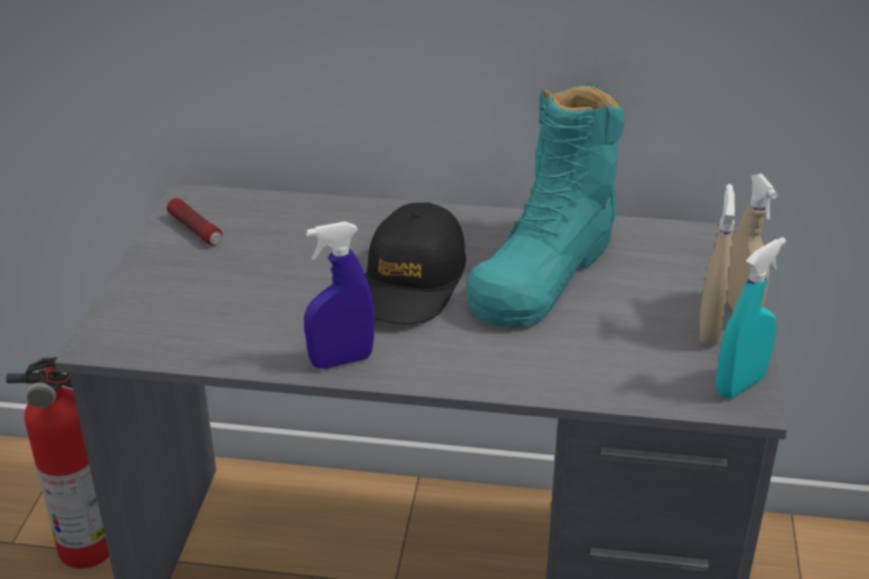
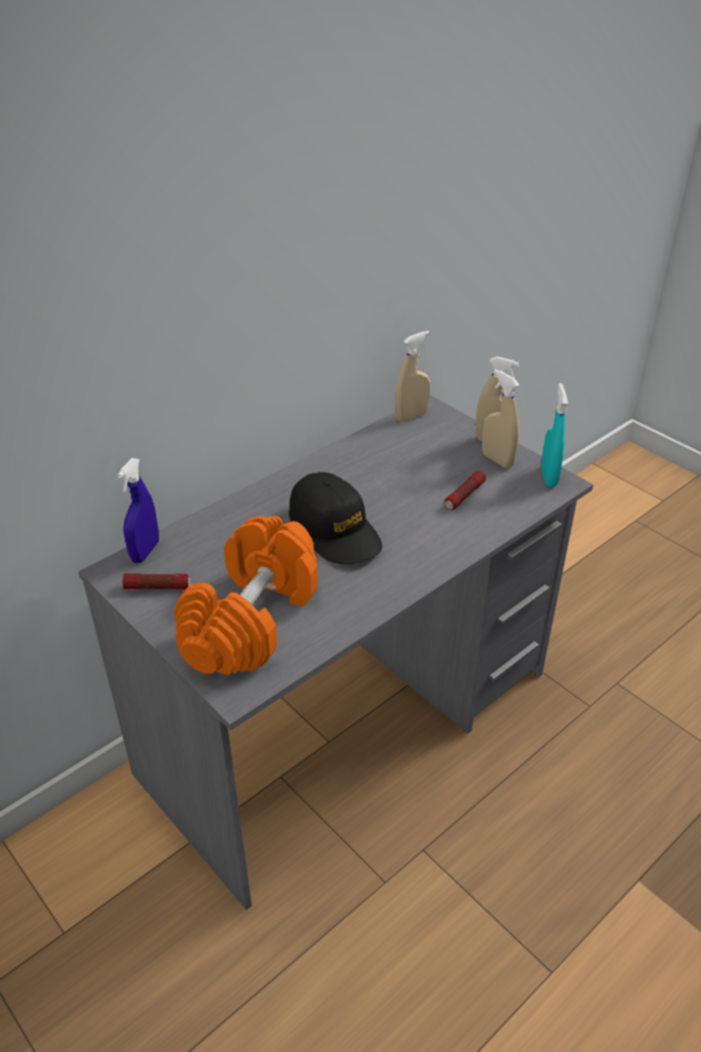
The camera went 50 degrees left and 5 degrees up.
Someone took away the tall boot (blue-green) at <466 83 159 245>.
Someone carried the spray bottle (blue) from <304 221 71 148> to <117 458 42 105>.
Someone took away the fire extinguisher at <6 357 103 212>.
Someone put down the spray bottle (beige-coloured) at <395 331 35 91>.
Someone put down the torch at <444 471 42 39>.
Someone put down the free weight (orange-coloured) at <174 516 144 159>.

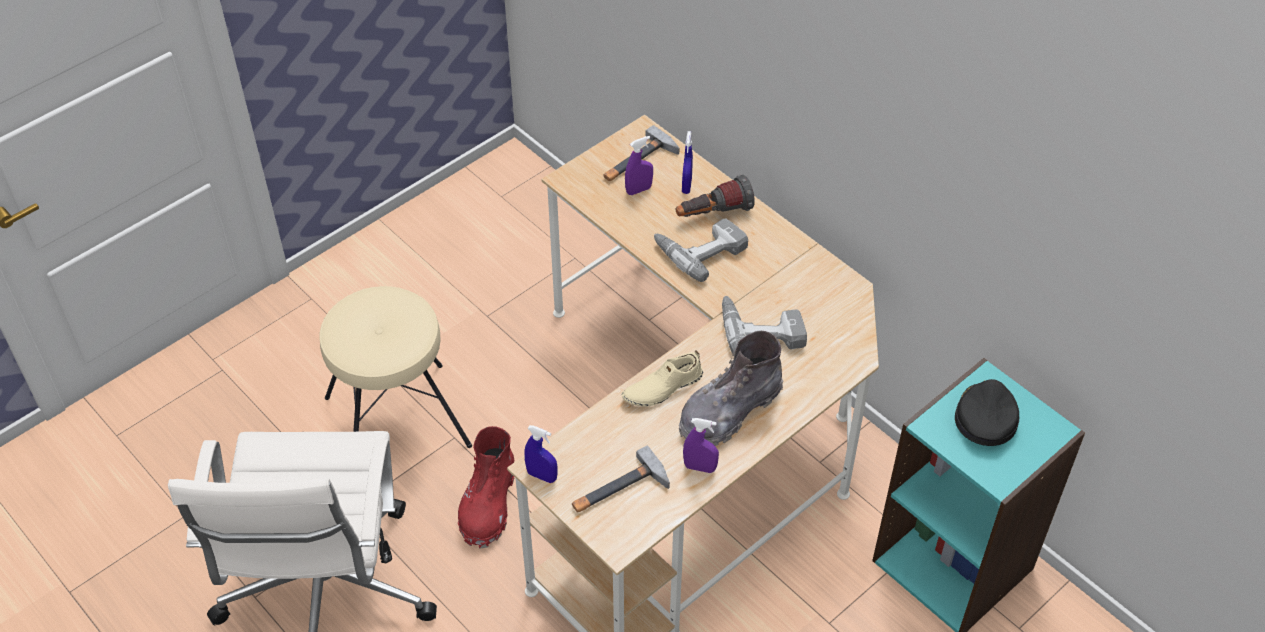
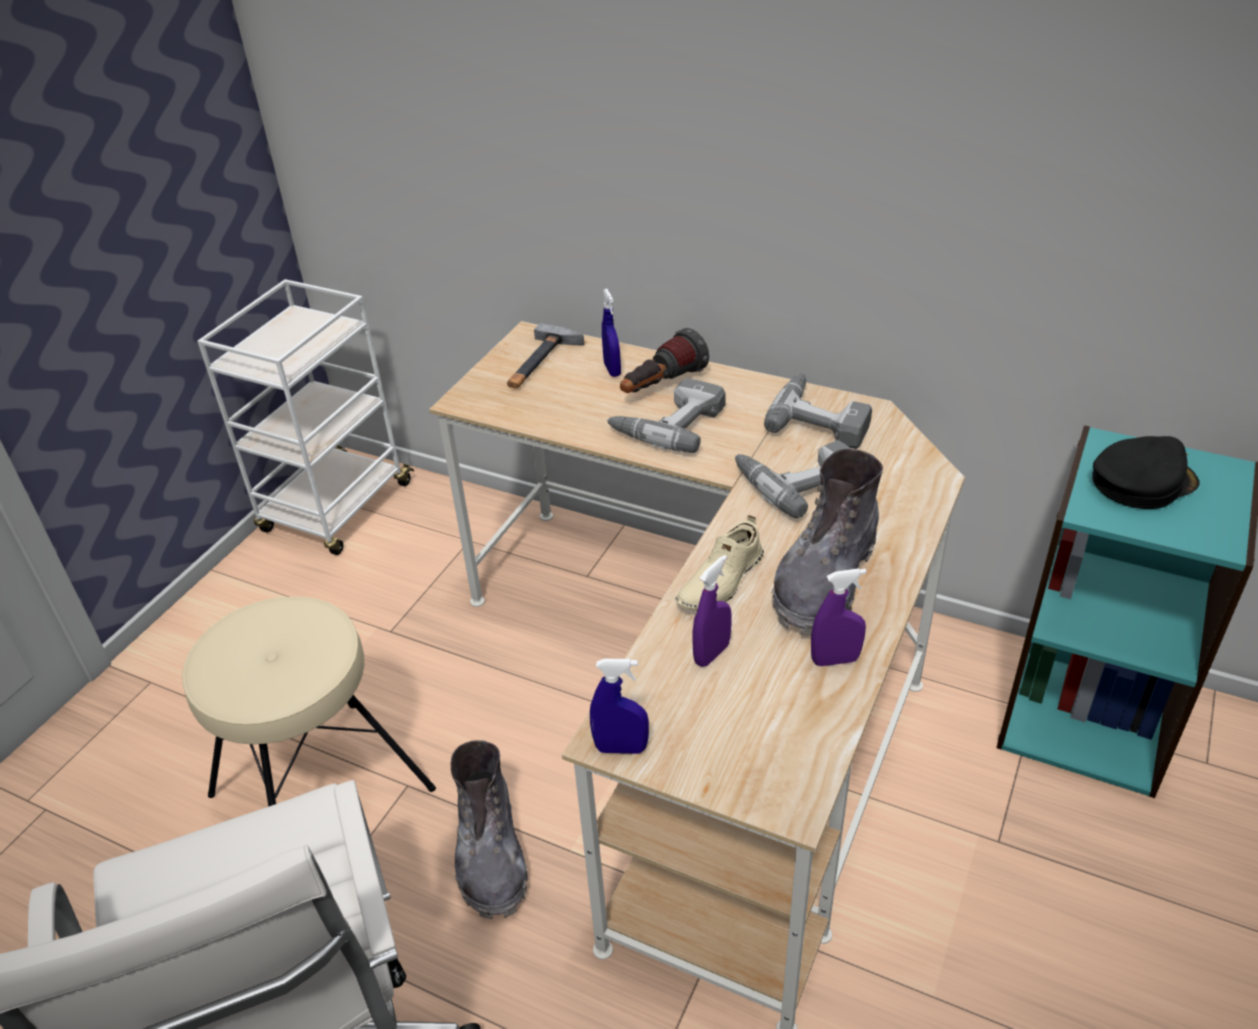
The camera went 20 degrees left and 10 degrees down.
Someone carried the spray bottle (purple) from <625 136 28 59> to <692 555 40 112>.
Someone rotated the cap (black-coloured) at <955 379 64 67> by 75 degrees clockwise.
Someone repainted the tall boot (red-coloured) at <458 426 56 123>, which became the tall boot (greyish) at <451 740 77 179>.
Someone took away the hand hammer at <572 445 98 68>.
Someone put down the cart (whitish) at <197 279 217 276>.
Someone put down the power drill at <764 373 108 76>.

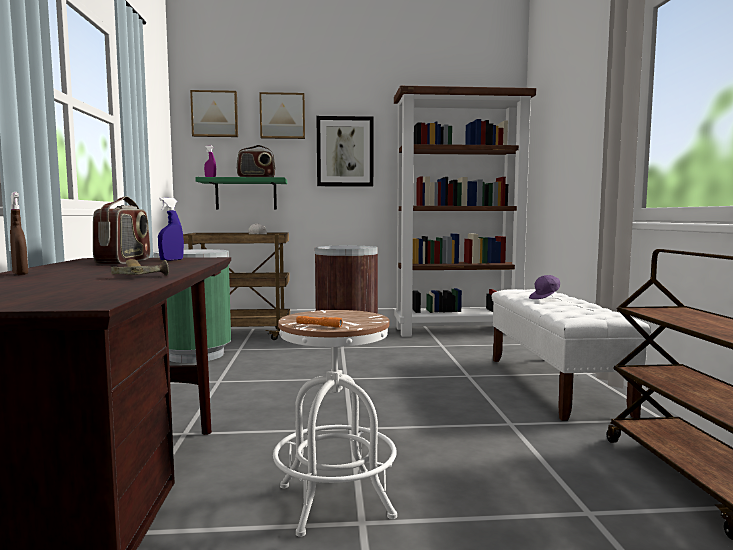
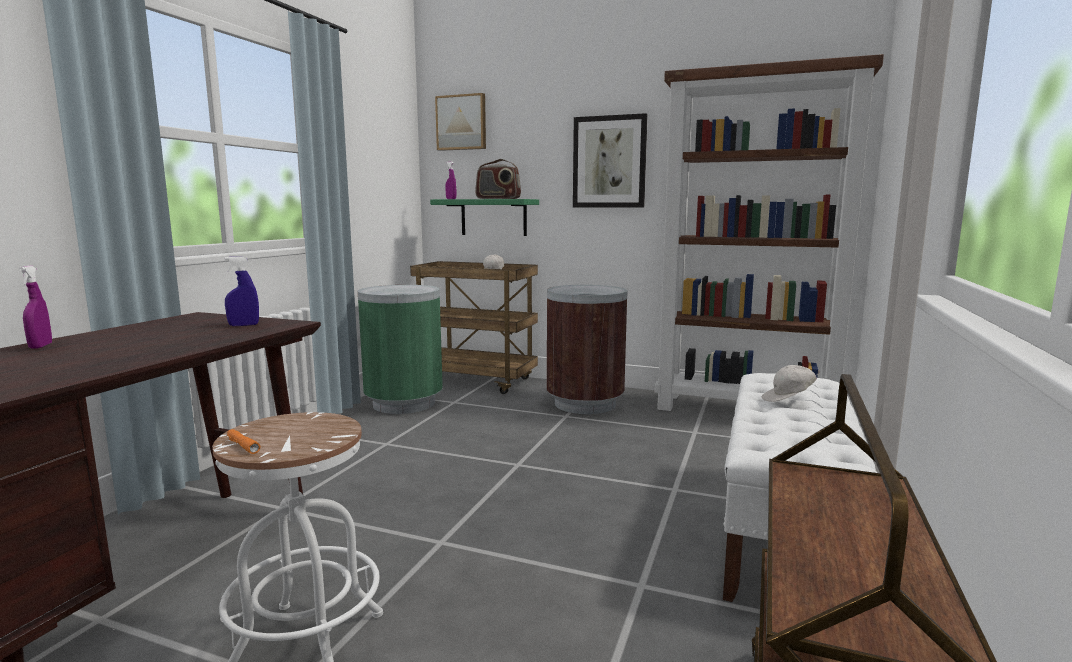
The camera went 25 degrees right and 5 degrees up.
Someone took away the picture at <259 92 46 47>.
Someone repainted the spray bottle (brown-coloured) at <10 192 18 83>, which became the spray bottle (purple) at <19 266 33 83>.
Someone took away the radio receiver at <93 196 57 68>.
Someone took away the hand hammer at <111 259 58 17>.
Someone repainted the cap (purple) at <529 275 31 24>, which became the cap (whitish) at <762 365 58 37>.

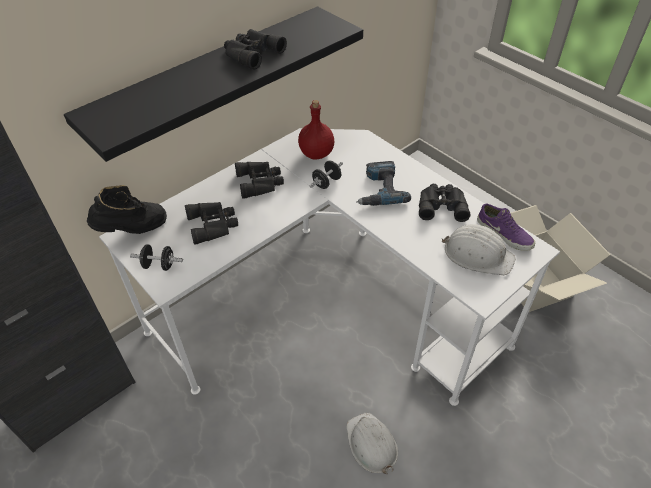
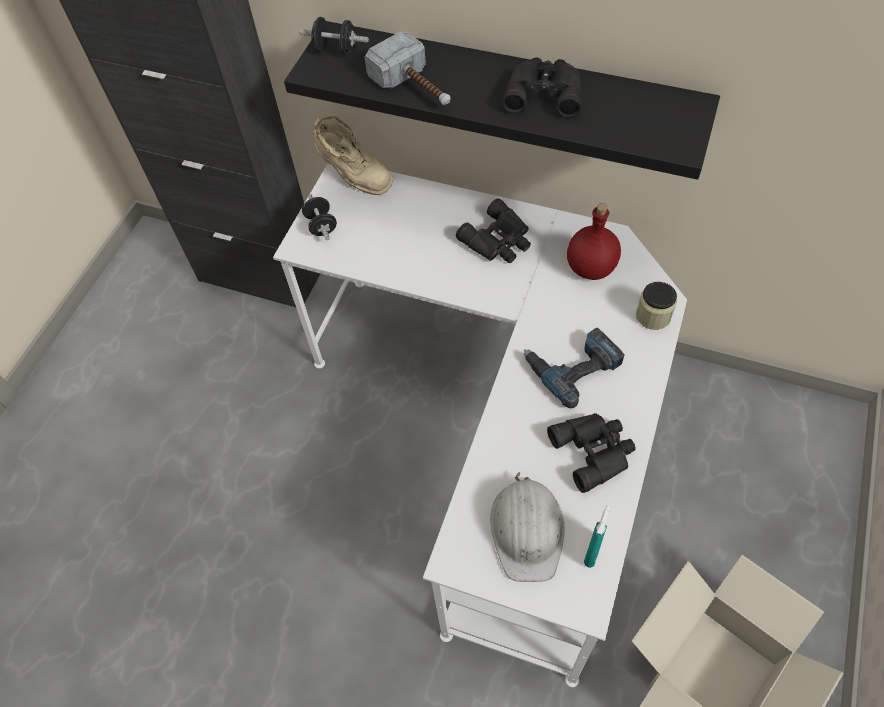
The camera went 65 degrees right and 10 degrees up.
Someone carried the free weight (black-coloured) from <309 161 34 28> to <299 17 70 38>.
Someone repainted the tall boot (black-coloured) at <87 185 80 49>, which became the tall boot (beige-coloured) at <313 116 81 79>.
Someone took away the pair of binoculars (black-coloured) at <185 202 53 43>.
Someone swapped the shoe (purple) at <477 203 58 48> for the spray bottle (blue-green) at <584 505 26 63>.
Someone took away the work helmet (whitish) at <347 412 51 62>.
Someone put down the hand hammer at <365 32 86 73>.
Someone put down the jar at <636 282 41 48>.

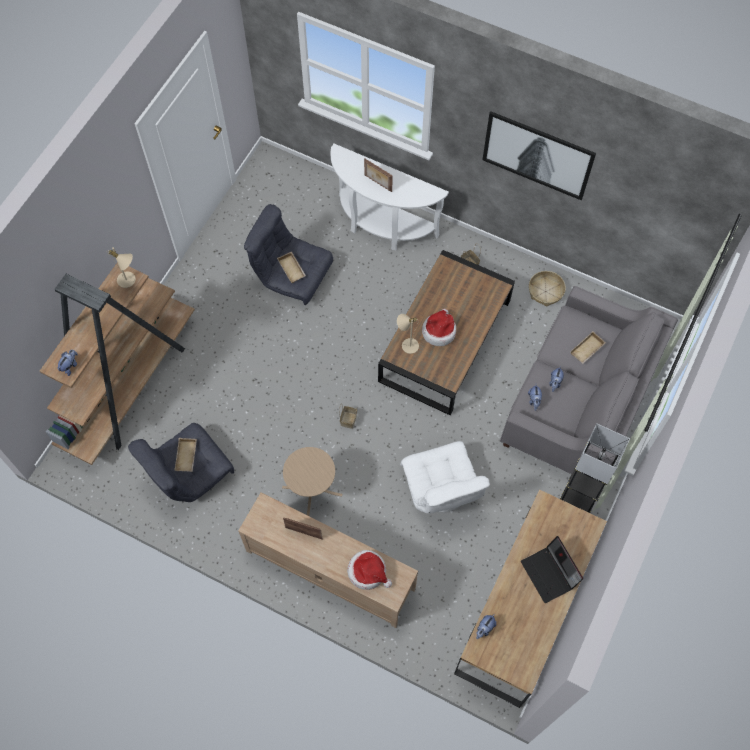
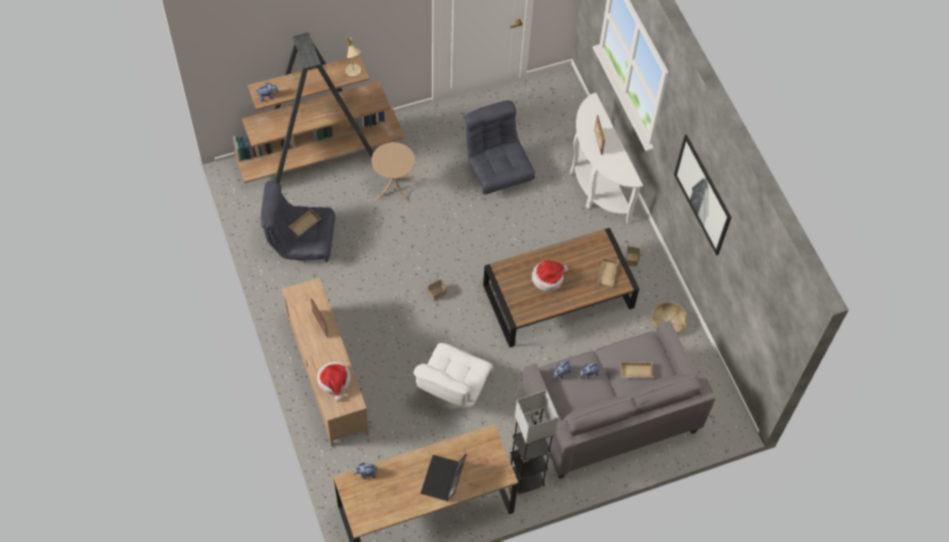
The camera went 40 degrees right and 5 degrees down.
Someone carried the carrying tray (beige-coloured) from <277 251 29 32> to <597 257 22 30>.
Someone took away the lamp for a table (beige-coloured) at <397 314 22 40>.
Someone carried the end table (beige-coloured) from <282 447 60 69> to <371 142 44 64>.

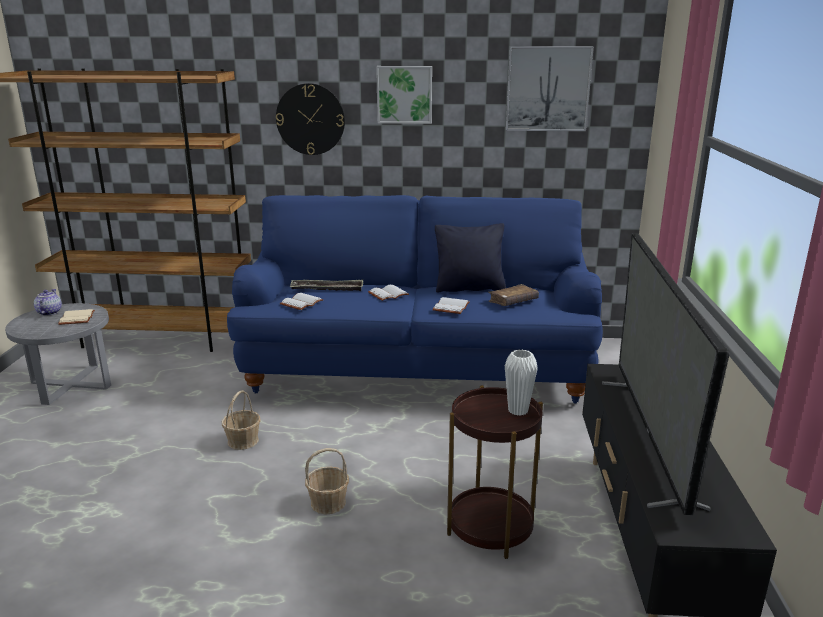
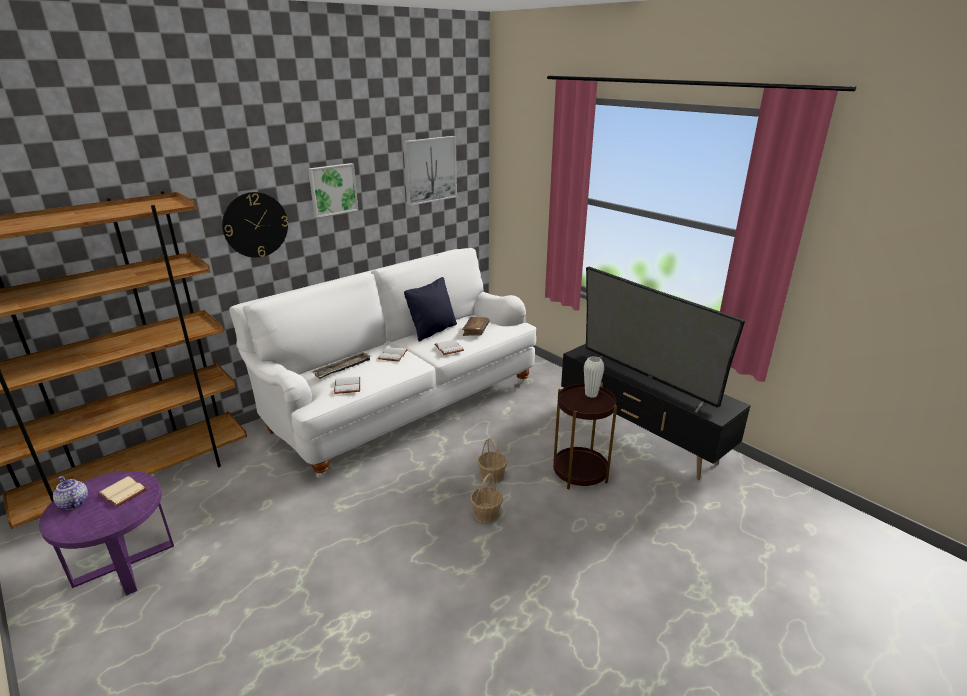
The camera went 45 degrees left and 5 degrees up.
Someone repainted the couch (blue) at <227 195 376 209>, which became the couch (whitish) at <229 248 307 230>.
Someone repainted the end table (greyish) at <5 303 106 102>, which became the end table (purple) at <39 471 135 125>.
Someone carried the storage basket from <222 390 39 60> to <478 438 30 46>.

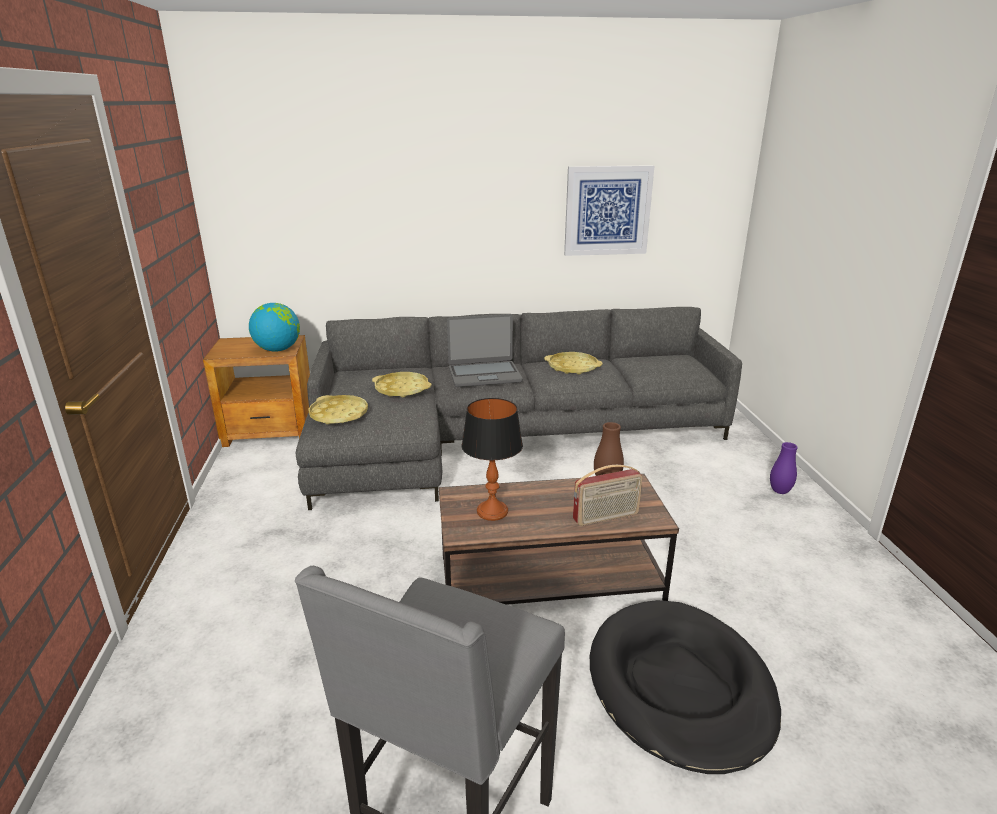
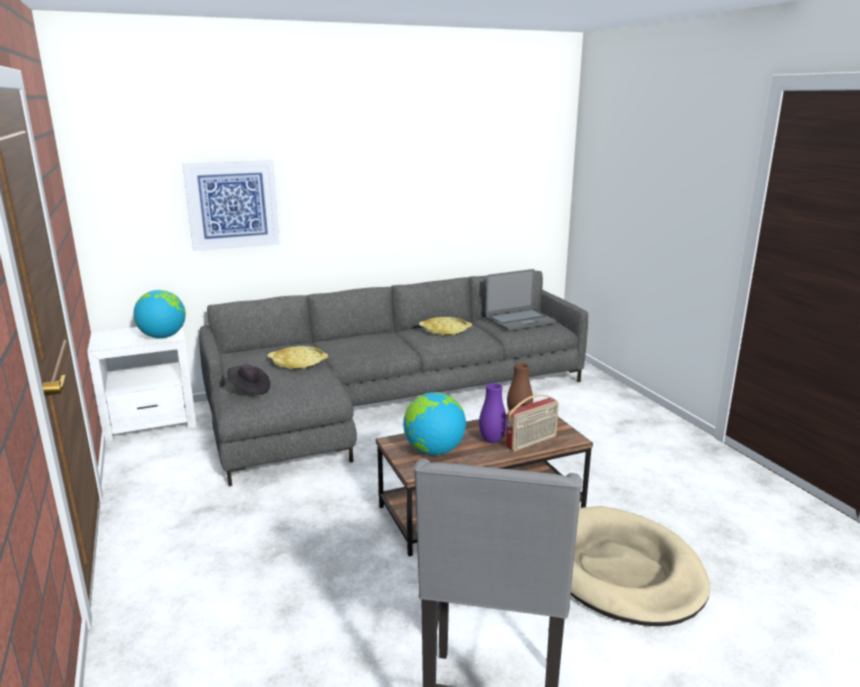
The camera went 15 degrees left and 5 degrees down.
Someone carried the picture from <564 165 90 91> to <182 159 98 92>.
Someone carried the portable computer from <447 314 76 73> to <485 269 71 62>.
Someone repainted the end table (brown-coloured) at <203 335 107 112>, which became the end table (whitish) at <87 326 110 117>.
Someone swapped the carrying tray (yellowish) at <308 395 60 29> for the clothing hat (black-coloured) at <227 364 43 31>.
Someone swapped the lamp for a table at <462 398 61 123> for the globe at <403 392 63 63>.
Someone carried the flower vase (purple) from <770 442 28 52> to <479 383 28 60>.
Someone repainted the dog bed (black-coloured) at <590 600 191 174>, which became the dog bed (beige-coloured) at <571 506 139 120>.

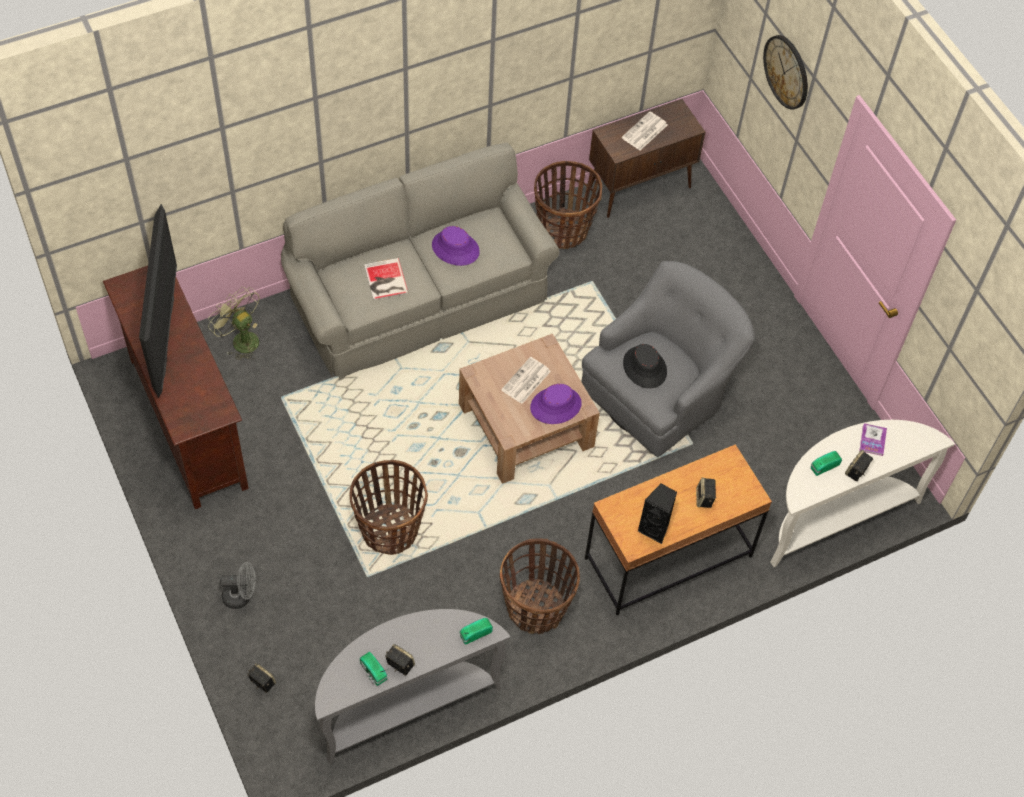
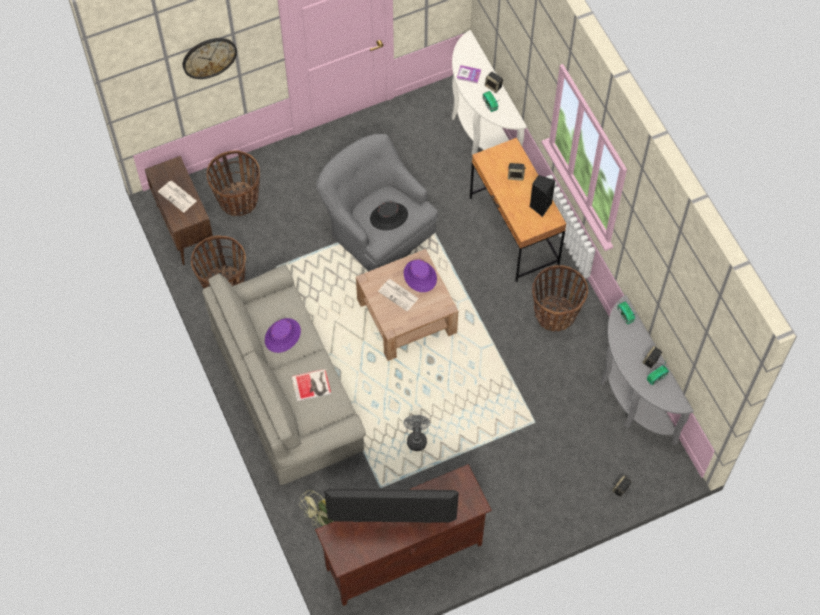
The camera went 85 degrees left and 5 degrees up.
Someone carried the storage basket from <349 460 79 95> to <207 150 53 66>.
Someone carried the cooling fan (greyish) from <220 562 36 47> to <404 415 26 36>.

